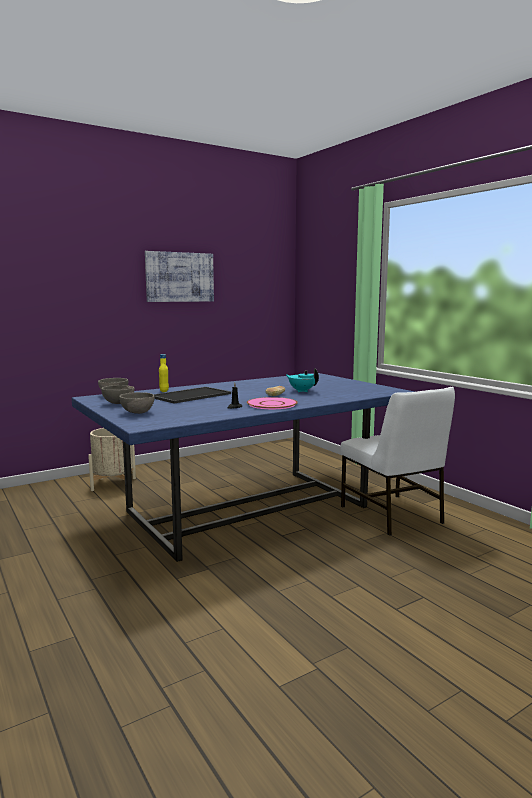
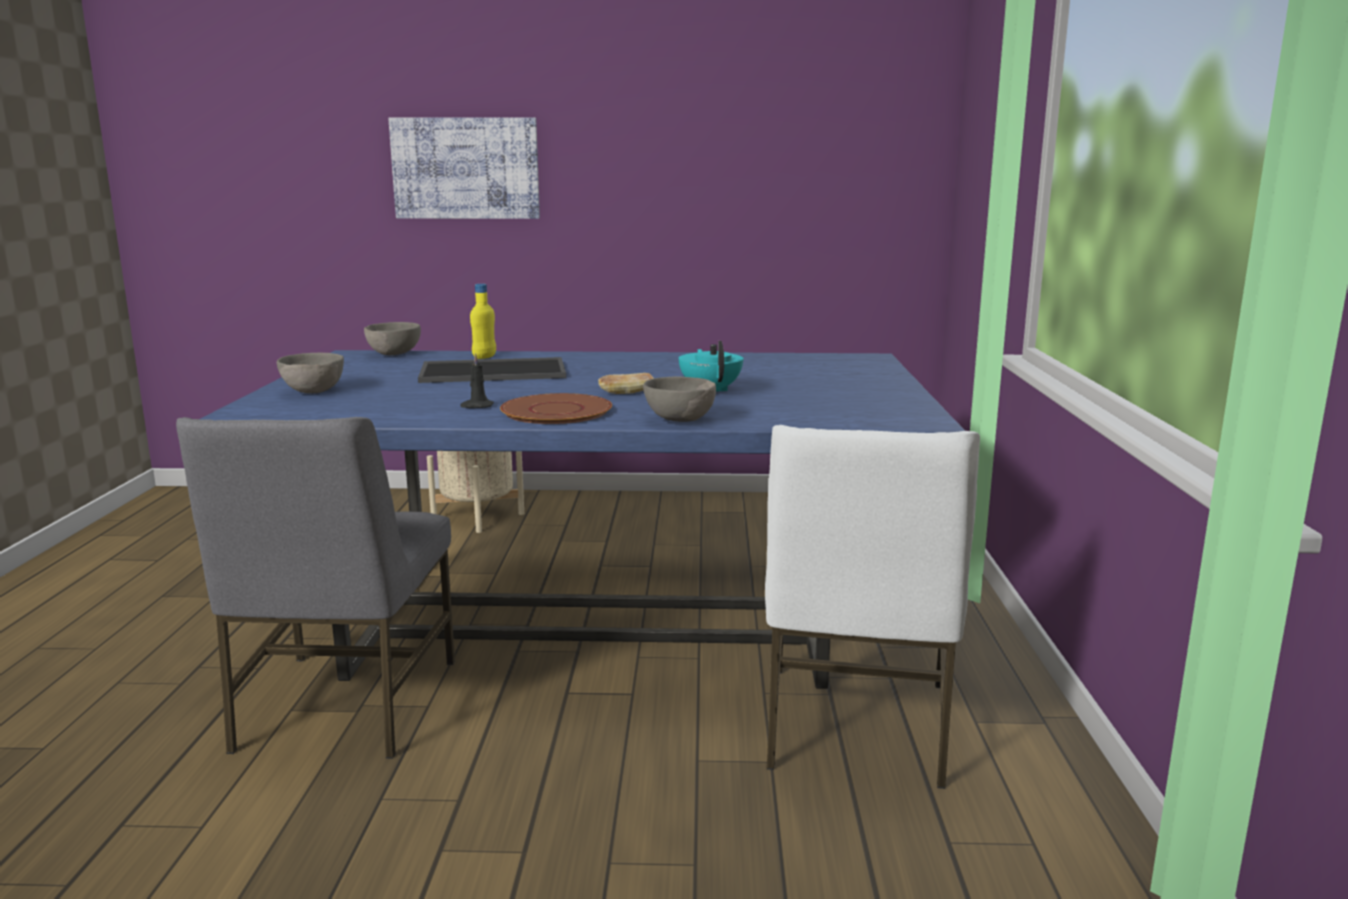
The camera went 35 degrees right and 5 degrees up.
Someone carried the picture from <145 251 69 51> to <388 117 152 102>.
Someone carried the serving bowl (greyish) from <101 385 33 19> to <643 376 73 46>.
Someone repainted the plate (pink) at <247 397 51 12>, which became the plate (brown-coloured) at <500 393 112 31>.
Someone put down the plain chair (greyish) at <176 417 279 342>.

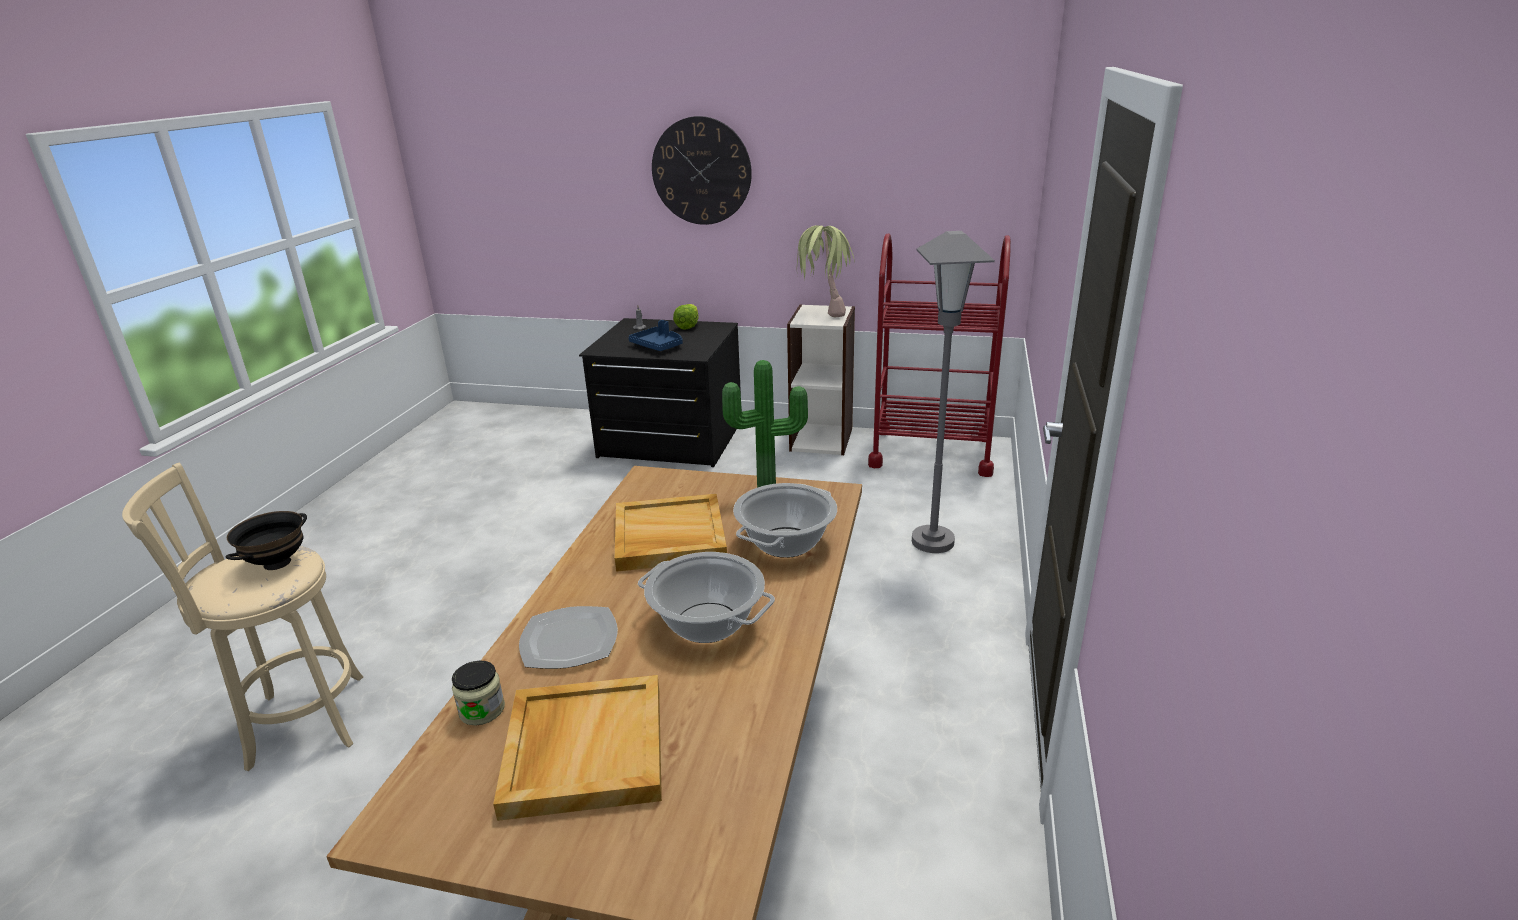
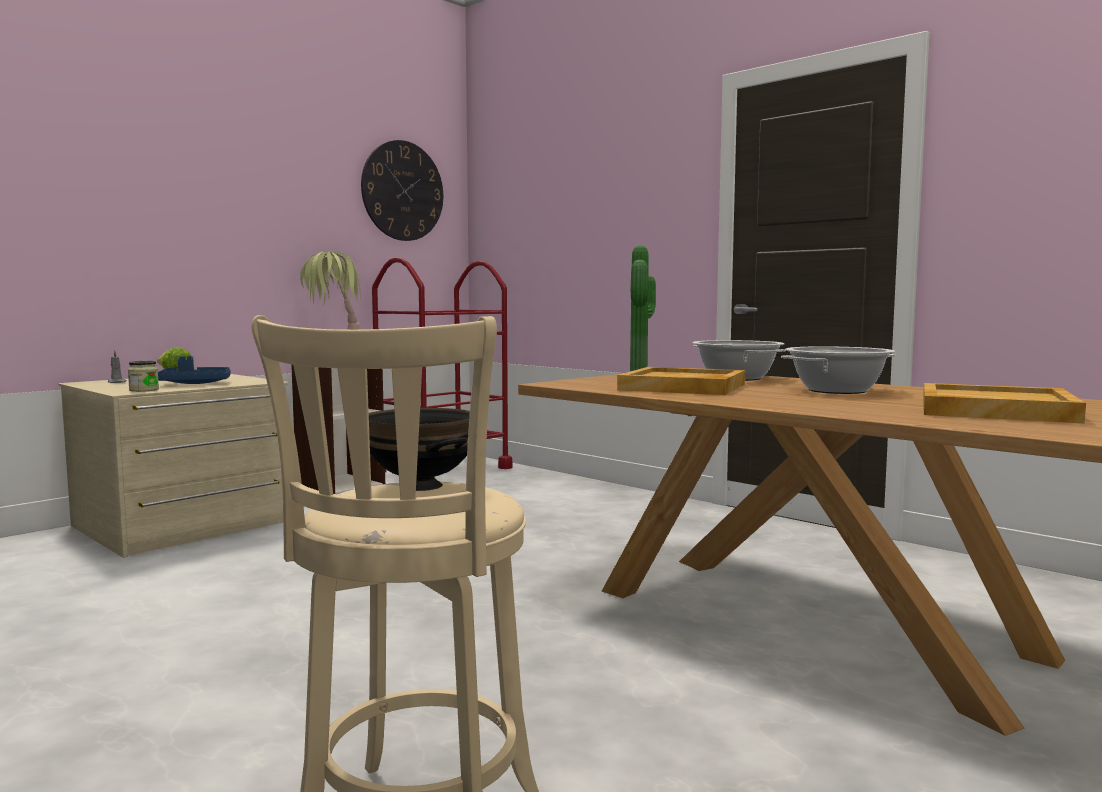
The camera went 60 degrees left and 20 degrees down.
Someone carried the clock on the wall from <652 116 100 109> to <361 140 82 101>.
Someone took away the standard lamp (greyish) at <912 231 83 322>.
Someone repainted the chest of drawers (black-coloured) at <579 318 162 149>, which became the chest of drawers (beige-coloured) at <59 374 229 184>.
Someone took away the plate at <519 606 99 63>.
Someone carried the jar from <452 661 53 64> to <128 361 31 31>.

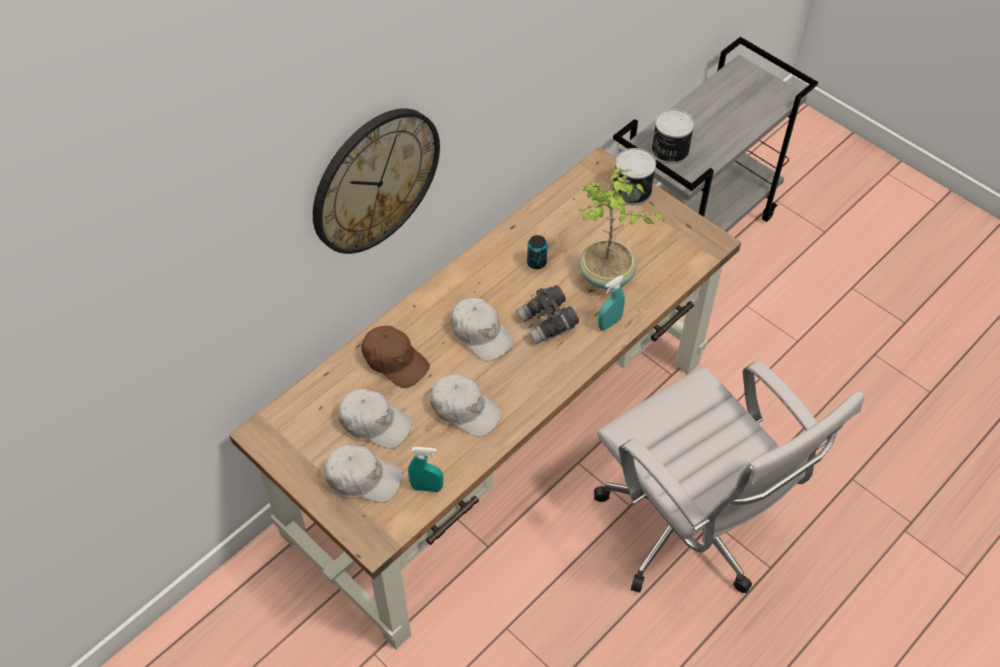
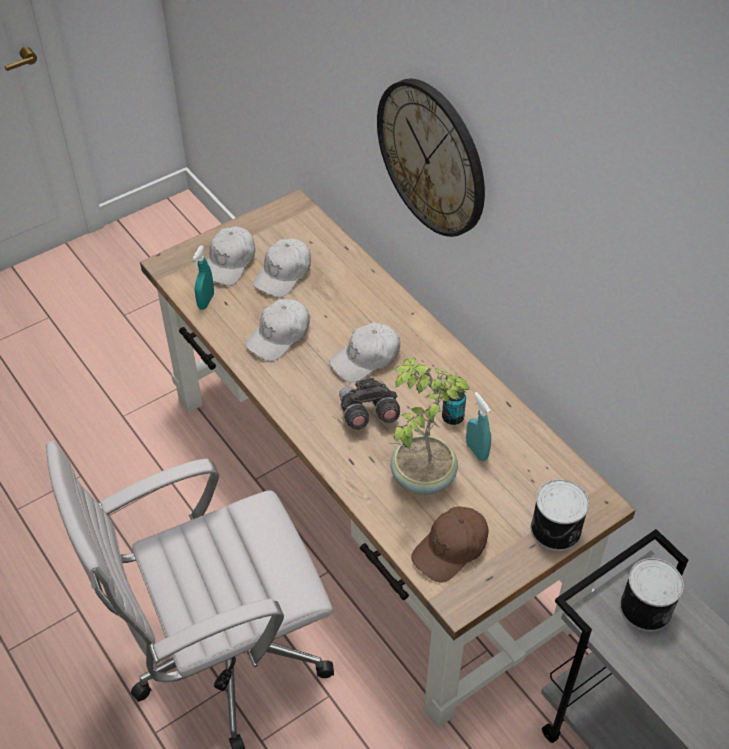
The camera went 100 degrees right and 5 degrees down.
Someone carried the spray bottle (blue-green) from <598 276 27 54> to <466 392 25 69>.
Someone carried the cap (brown-coloured) from <362 326 68 62> to <411 507 78 76>.

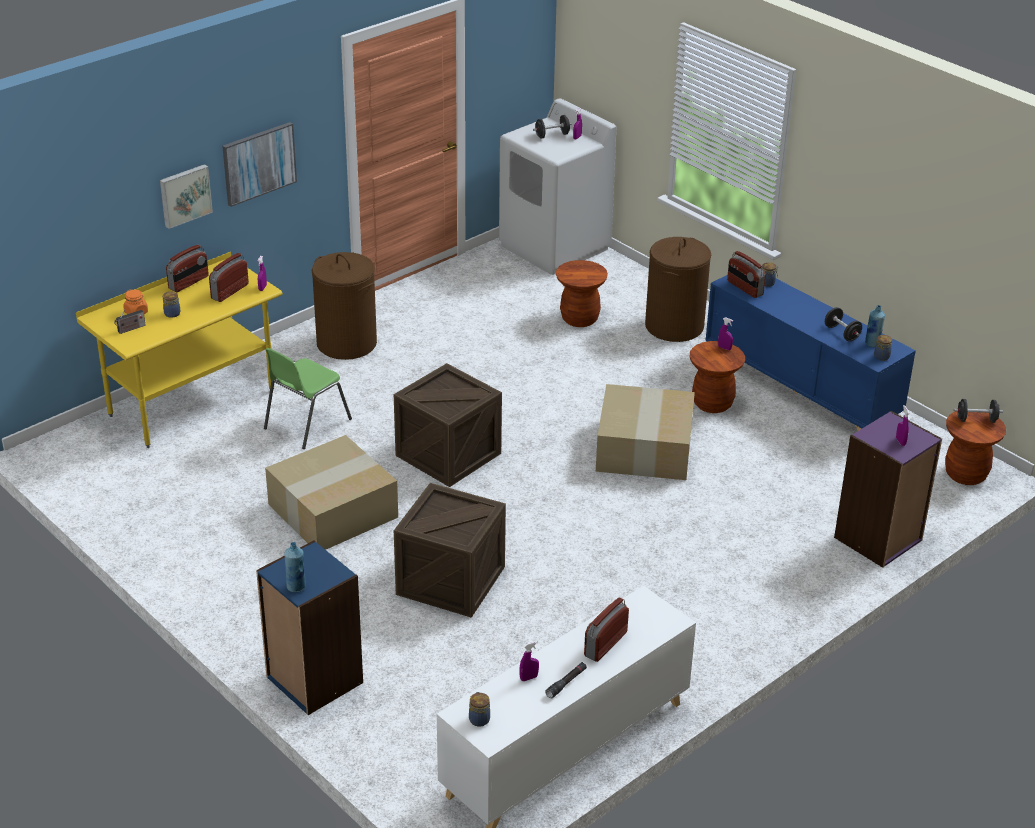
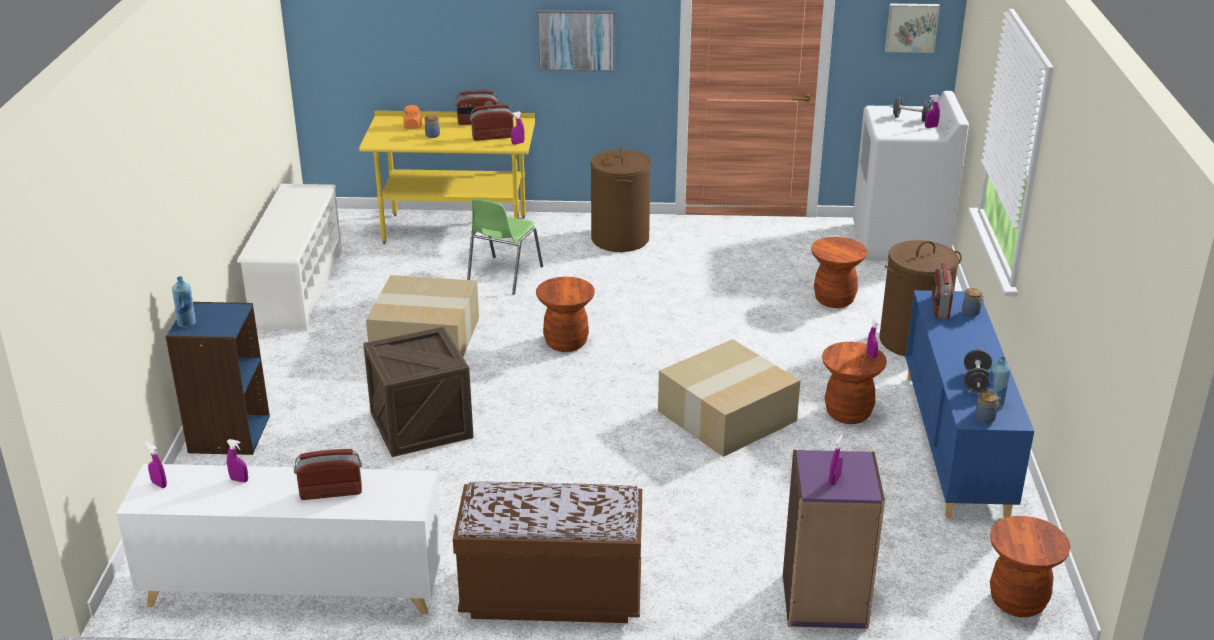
The camera went 45 degrees right and 5 degrees down.
Someone carried the picture from <160 164 53 65> to <885 4 55 49>.
Someone took away the radio receiver at <114 308 32 26>.
Someone rotated the plain chair (greenish) at <264 348 88 101> by 60 degrees counterclockwise.
Someone swapped the shipping crate at <394 363 108 124> for the stool seat (brown-coloured) at <536 277 59 75>.
Someone took away the free weight (black-coloured) at <954 399 49 24>.
Someone took away the torch (black-coloured) at <545 662 42 36>.
Someone swapped the jar at <469 692 21 35> for the spray bottle (purple) at <145 442 22 46>.
Someone put down the shoe stand (whitish) at <237 184 105 147>.
Someone put down the indoor bench (brown-coloured) at <453 481 189 142>.

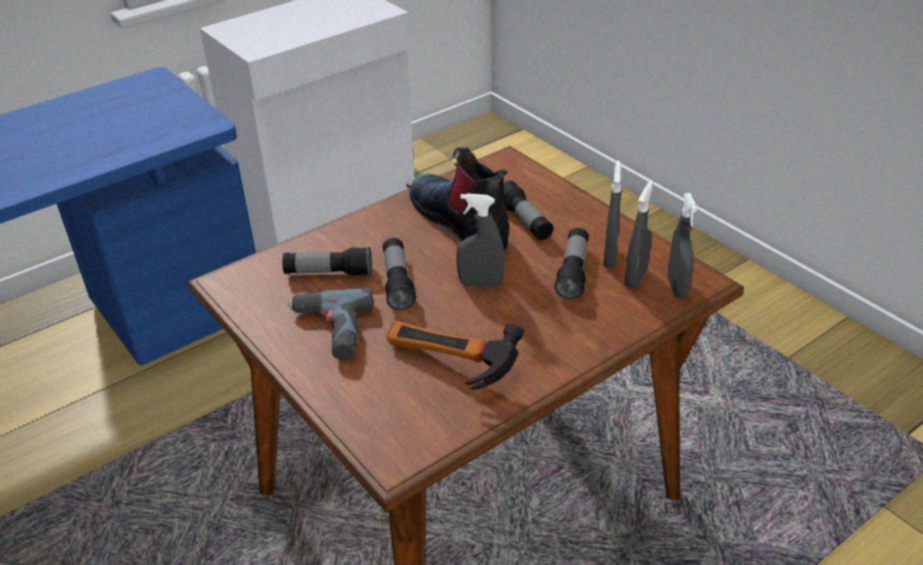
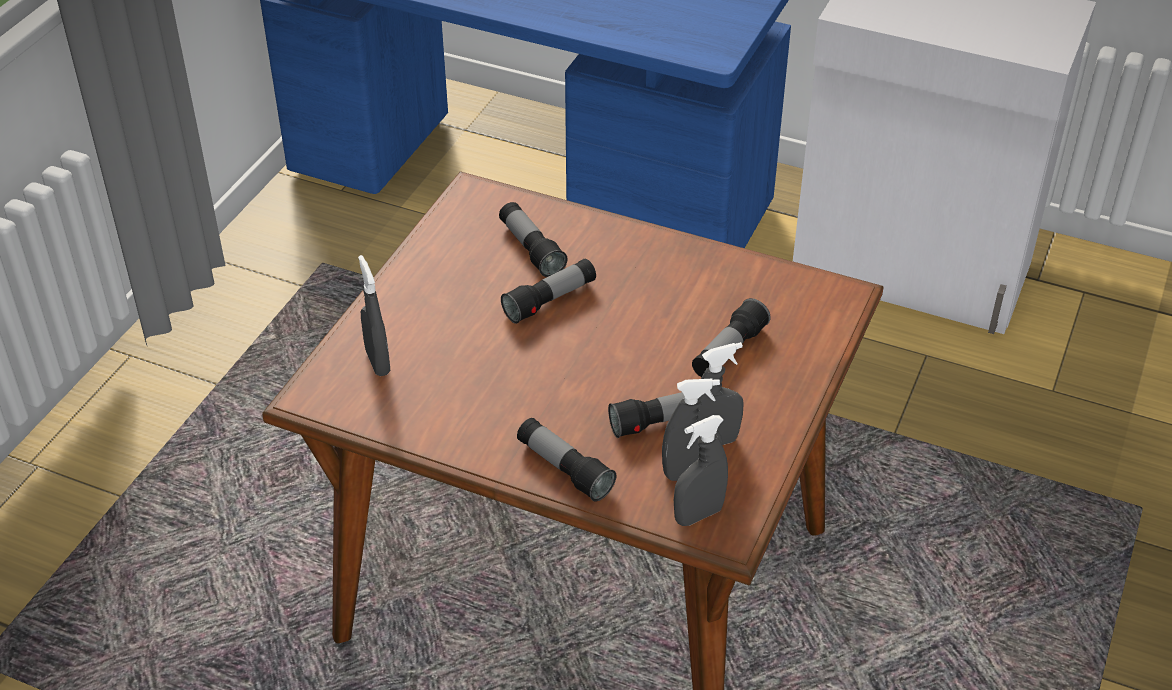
The camera went 60 degrees right and 5 degrees up.
Someone took away the tall boot at <409 147 100 104>.
Someone carried the spray bottle (greyish) from <456 193 48 95> to <358 255 32 121>.
Someone took away the power drill at <288 288 85 72>.
Someone took away the hand hammer at <386 321 138 69>.
Someone put down the torch at <517 418 99 84>.

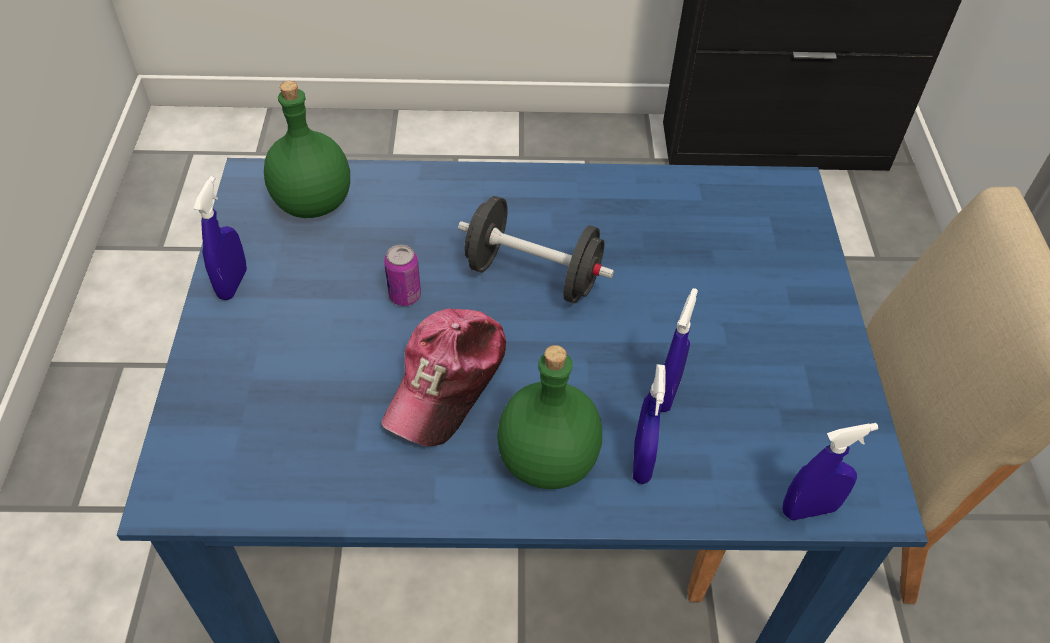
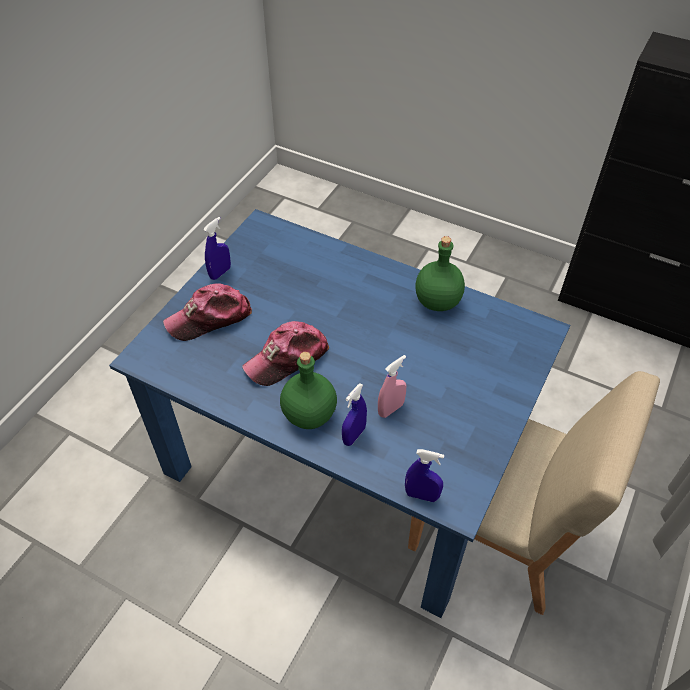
The camera went 30 degrees right and 0 degrees up.
Someone carried the beverage bottle (greenish) from <264 81 86 137> to <415 236 50 75>.
Someone took away the free weight (black-coloured) at <458 196 156 107>.
Someone took away the metal can at <384 244 37 62>.
Someone repainted the spray bottle (blue) at <661 288 37 124>, which became the spray bottle (pink) at <378 355 28 63>.
Someone put down the cap at <163 283 89 58>.

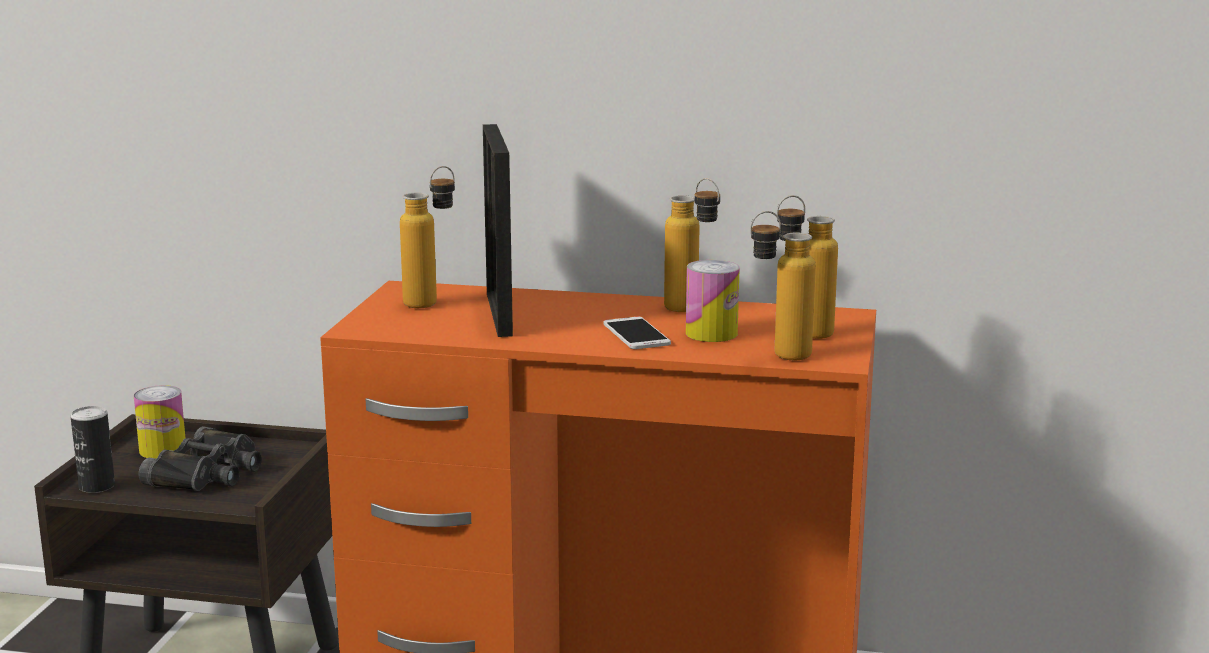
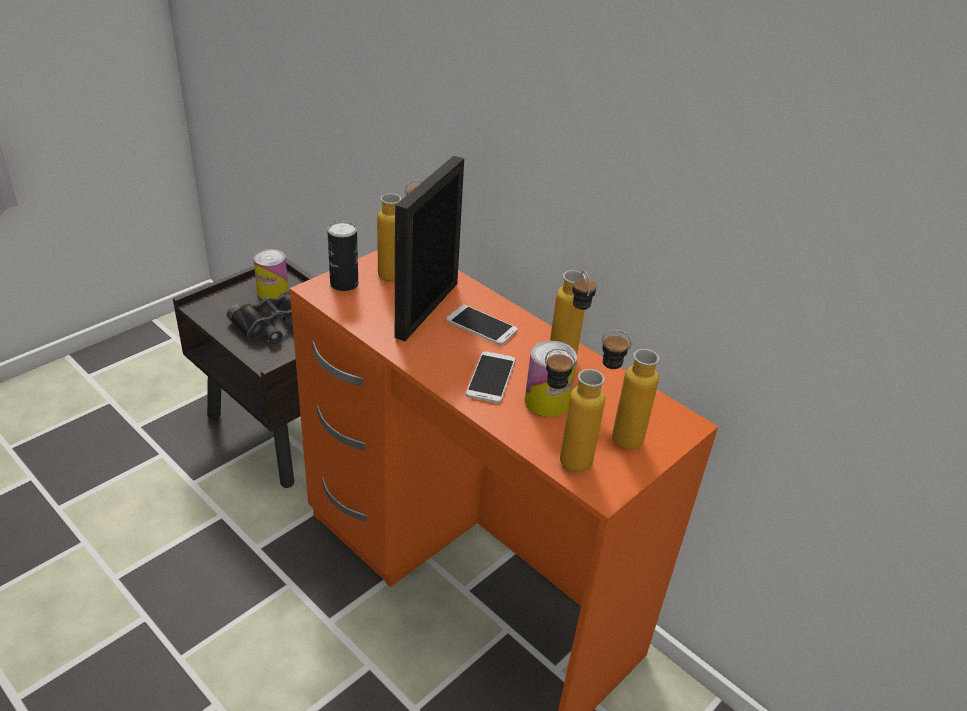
The camera went 30 degrees right and 20 degrees up.
Someone carried the metal can from <71 406 44 87> to <327 221 31 70>.
Someone put down the phone at <446 305 72 40>.

